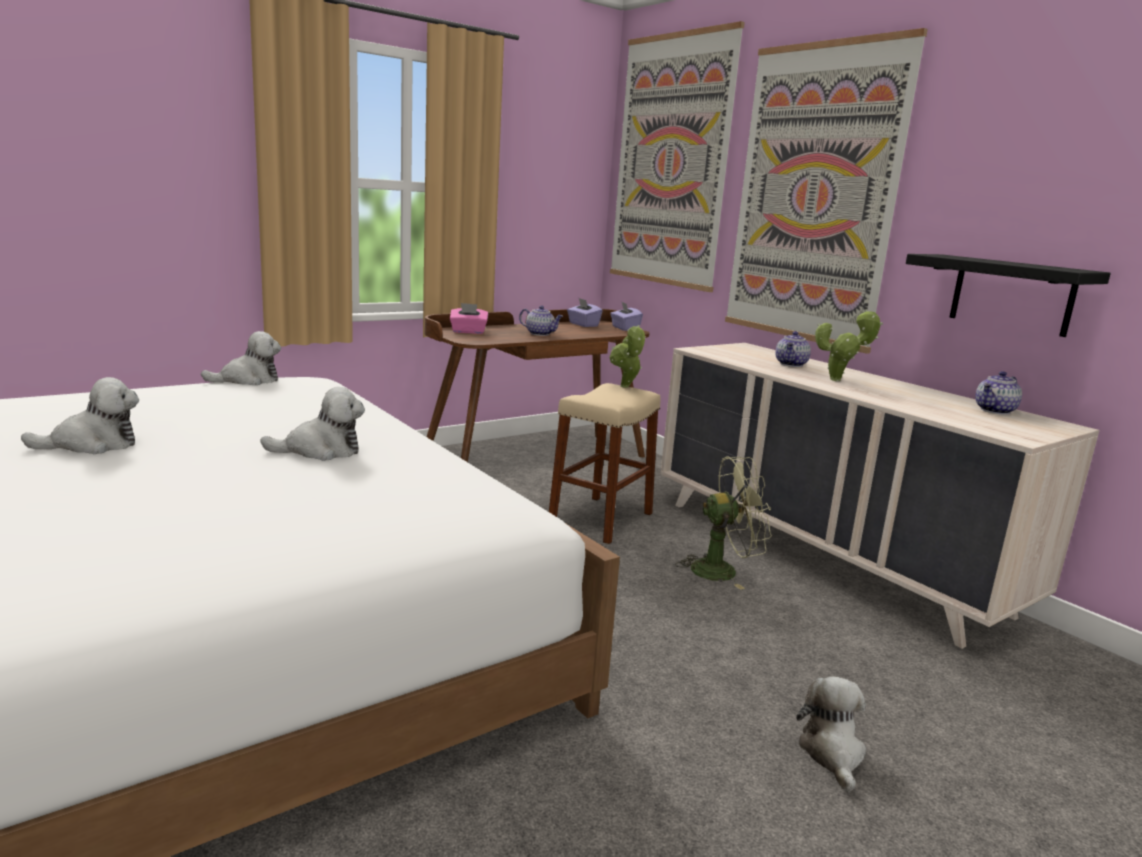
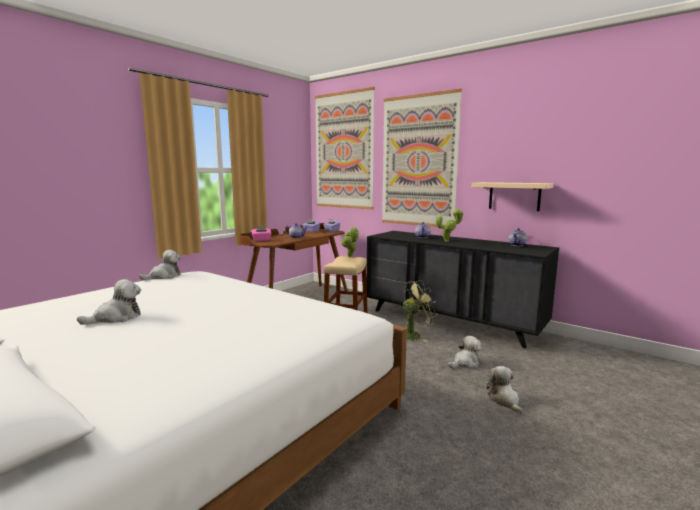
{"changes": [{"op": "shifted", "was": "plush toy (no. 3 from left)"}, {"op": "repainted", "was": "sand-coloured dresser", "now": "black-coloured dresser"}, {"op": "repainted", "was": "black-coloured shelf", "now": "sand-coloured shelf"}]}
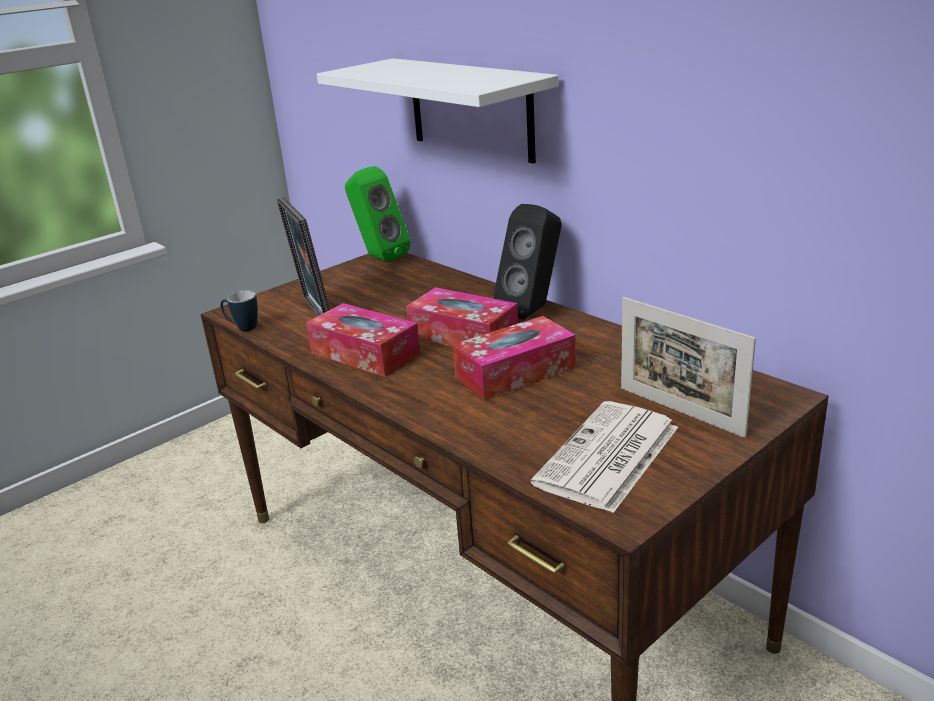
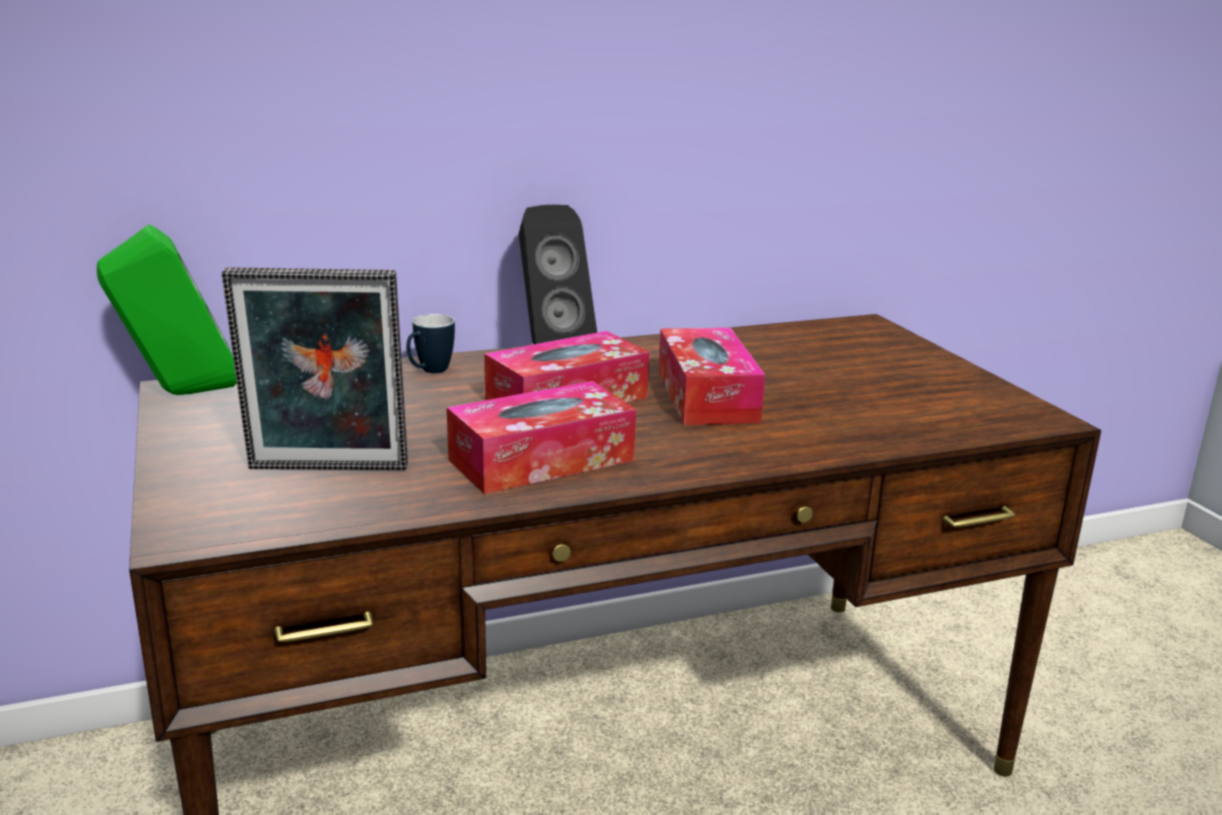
{"changes": [{"op": "gone", "was": "whitish shelf"}, {"op": "gone", "was": "printed paper"}, {"op": "gone", "was": "standing frame (no. 2 from left)"}, {"op": "shifted", "was": "tea mug"}]}
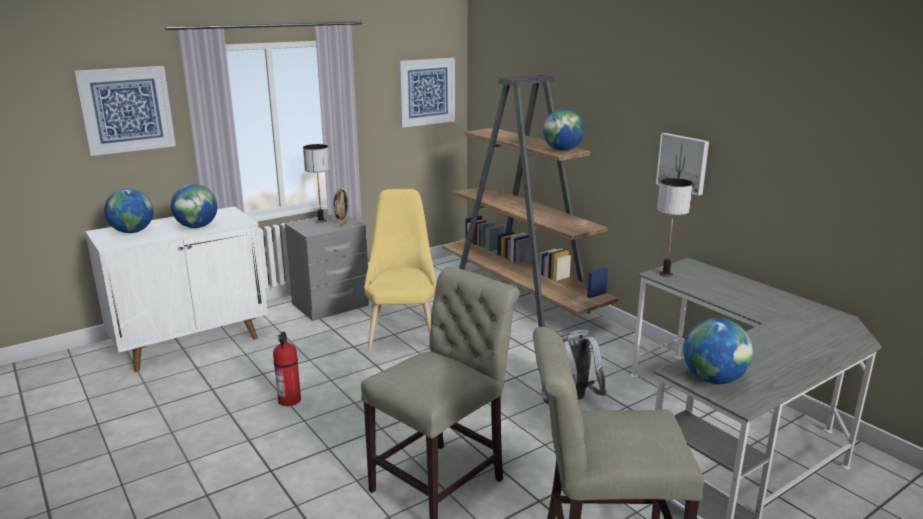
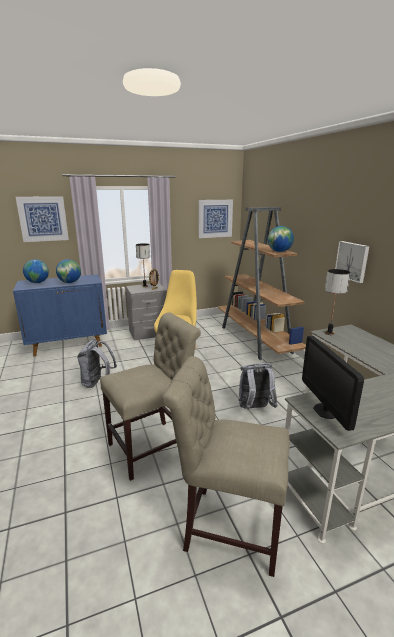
{"changes": [{"op": "swapped", "was": "fire-fighting cylinder", "now": "greyish knapsack (no. 1 from left)"}, {"op": "swapped", "was": "world globe (no. 4 from left)", "now": "computer display"}, {"op": "repainted", "was": "whitish cupboard", "now": "bluish cupboard"}]}
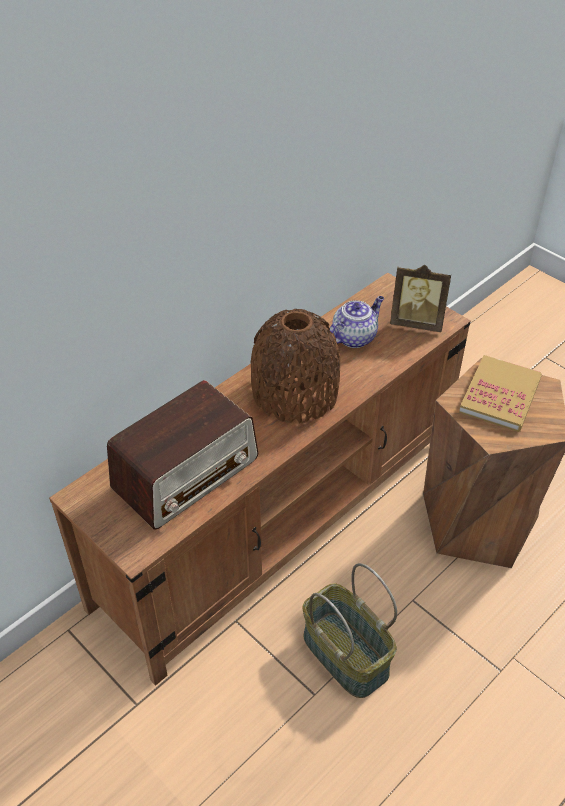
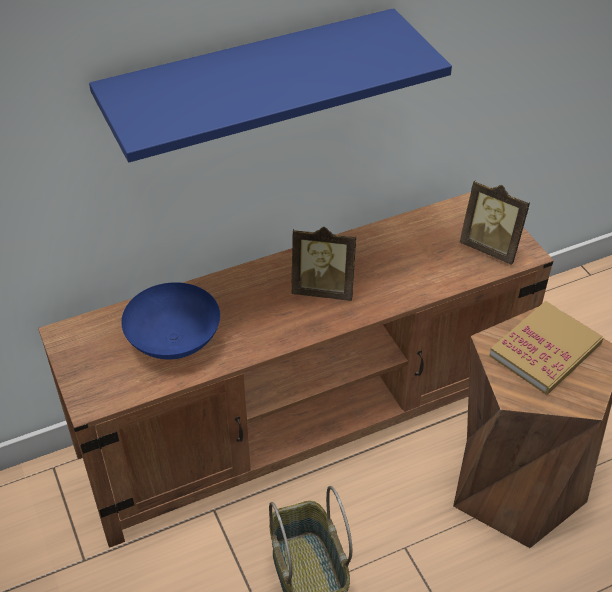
{"changes": [{"op": "gone", "was": "pot for tea"}, {"op": "new", "now": "bluish shelf"}, {"op": "swapped", "was": "radio", "now": "bluish bowl"}, {"op": "swapped", "was": "brownish decorative vase", "now": "standing frame (no. 1 from left)"}]}
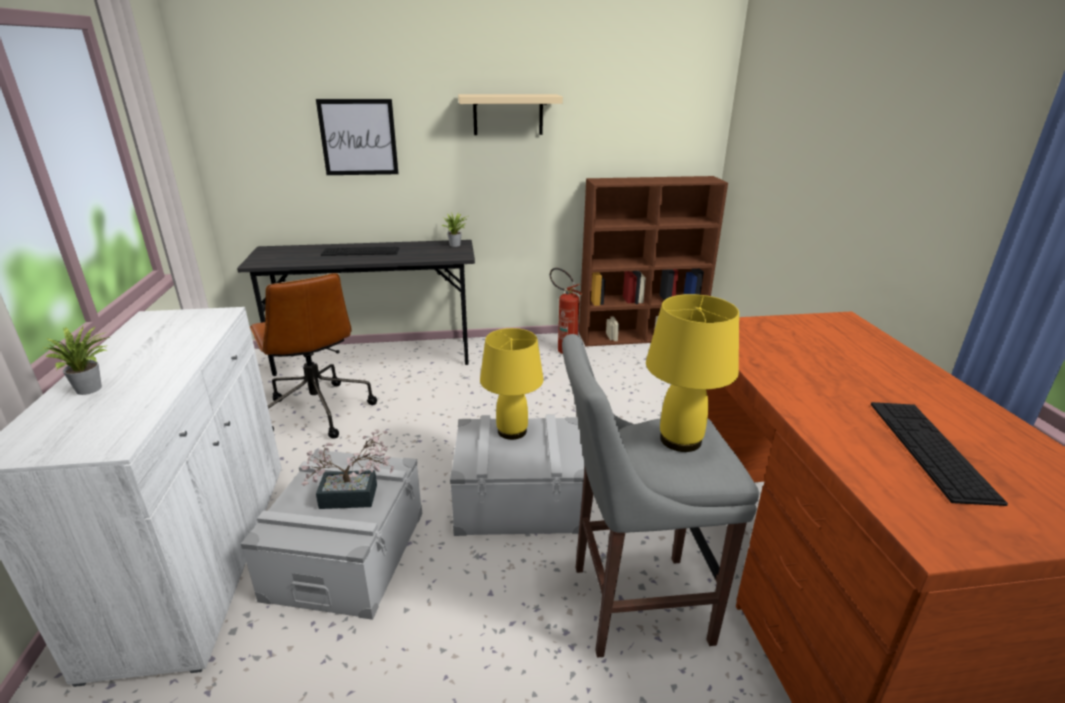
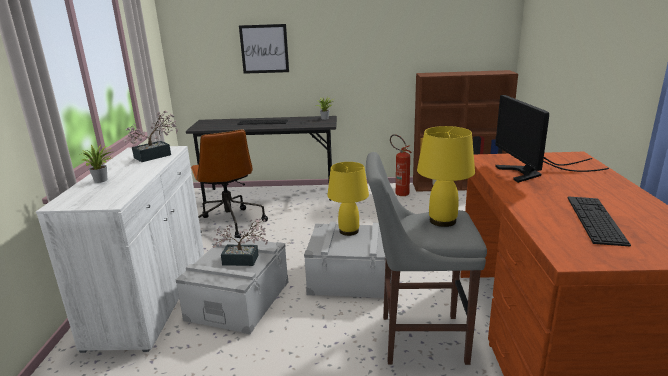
{"changes": [{"op": "gone", "was": "sand-coloured shelf"}, {"op": "new", "now": "plant in a pot (no. 2 from left)"}, {"op": "new", "now": "computer display"}]}
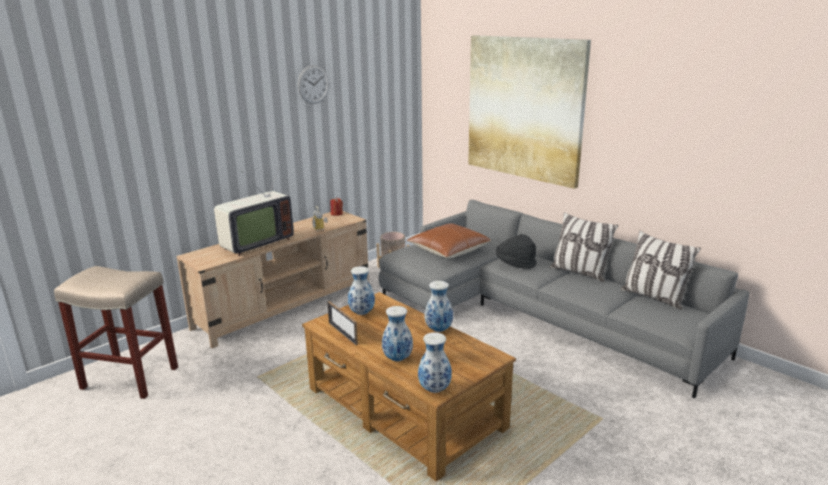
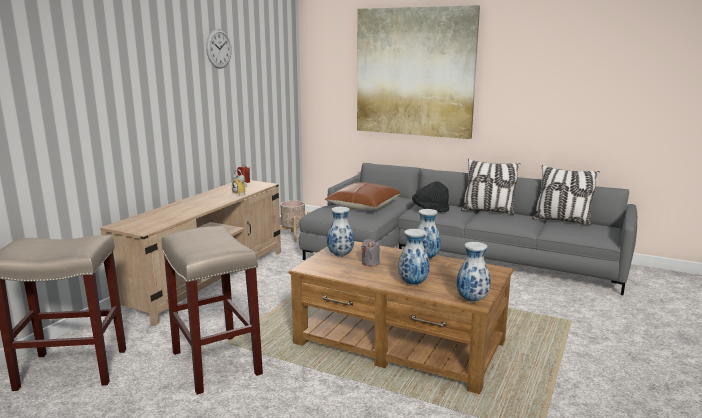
{"changes": [{"op": "gone", "was": "TV set"}, {"op": "gone", "was": "standing frame"}, {"op": "new", "now": "sand-coloured stool seat (no. 2 from left)"}, {"op": "new", "now": "greyish candle"}]}
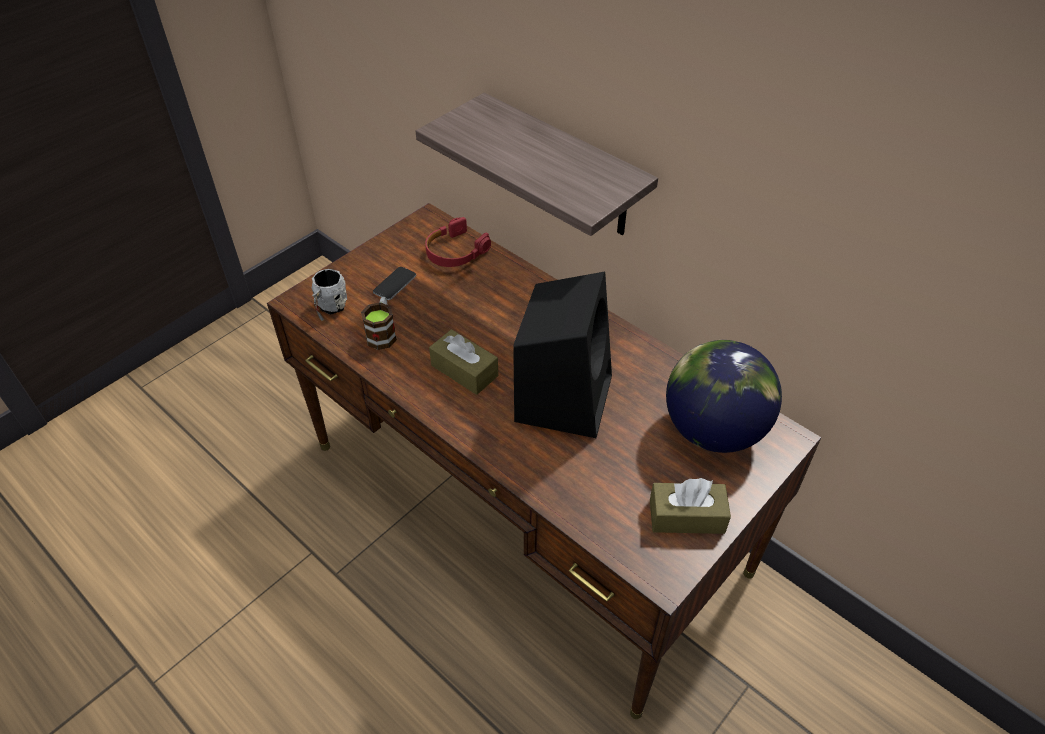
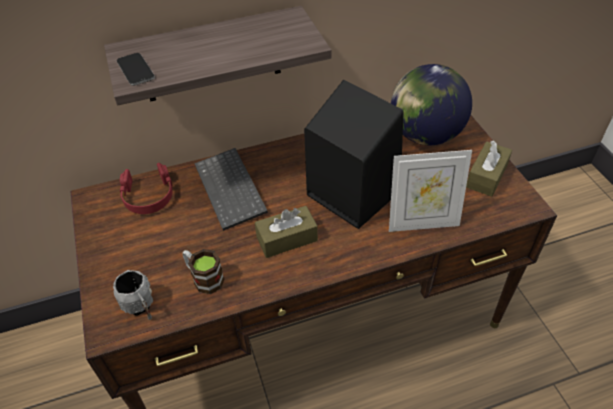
{"changes": [{"op": "new", "now": "PC keyboard"}, {"op": "new", "now": "standing frame"}, {"op": "shifted", "was": "handset"}]}
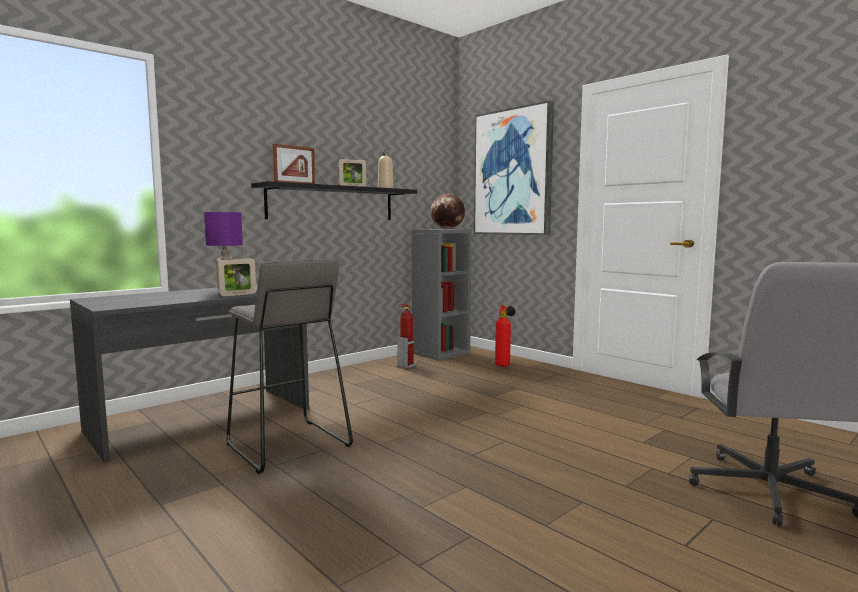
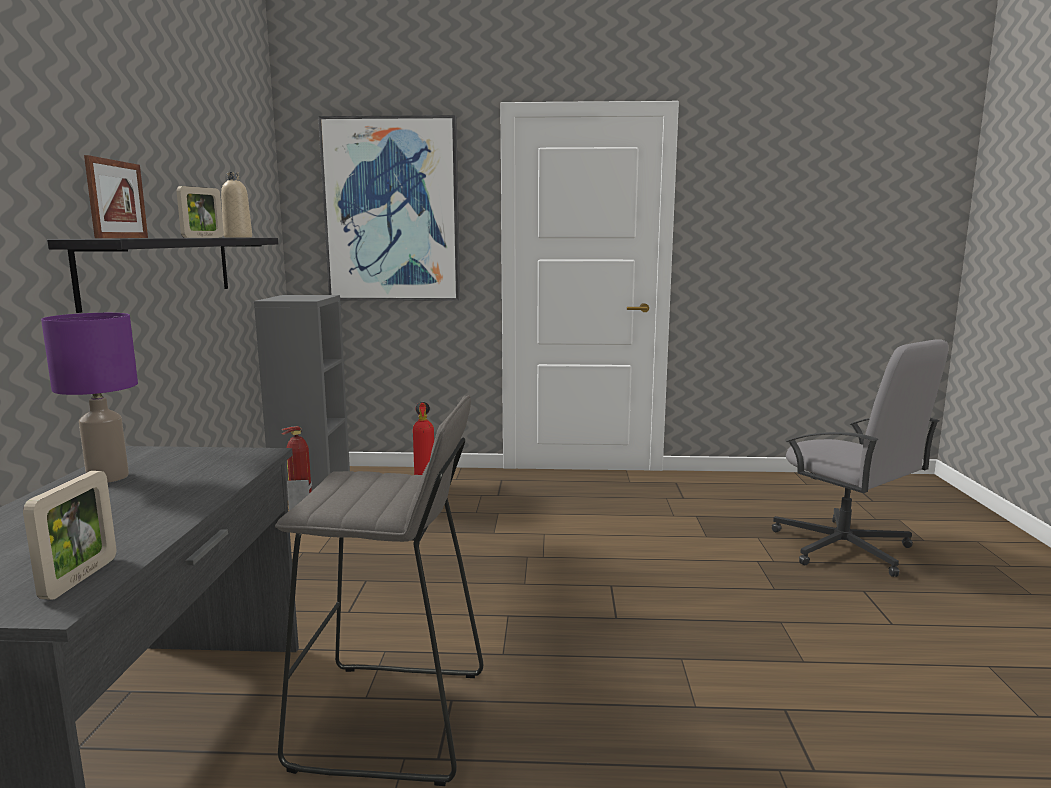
{"changes": [{"op": "gone", "was": "world globe"}, {"op": "shifted", "was": "standing frame (no. 1 from left)"}]}
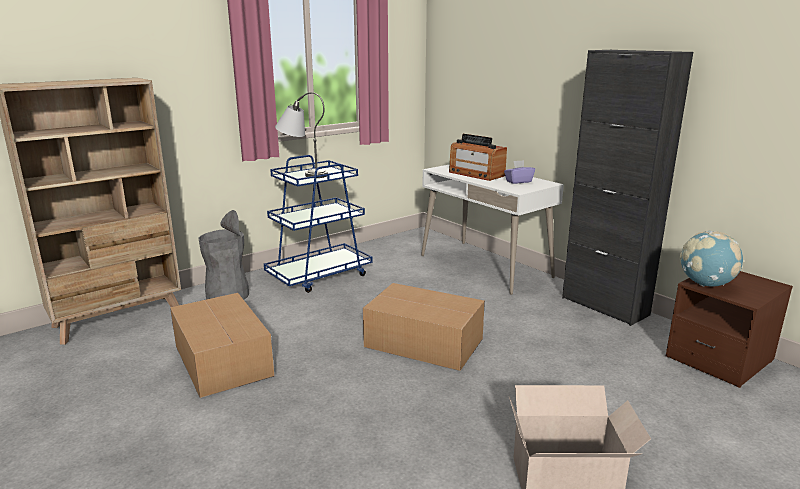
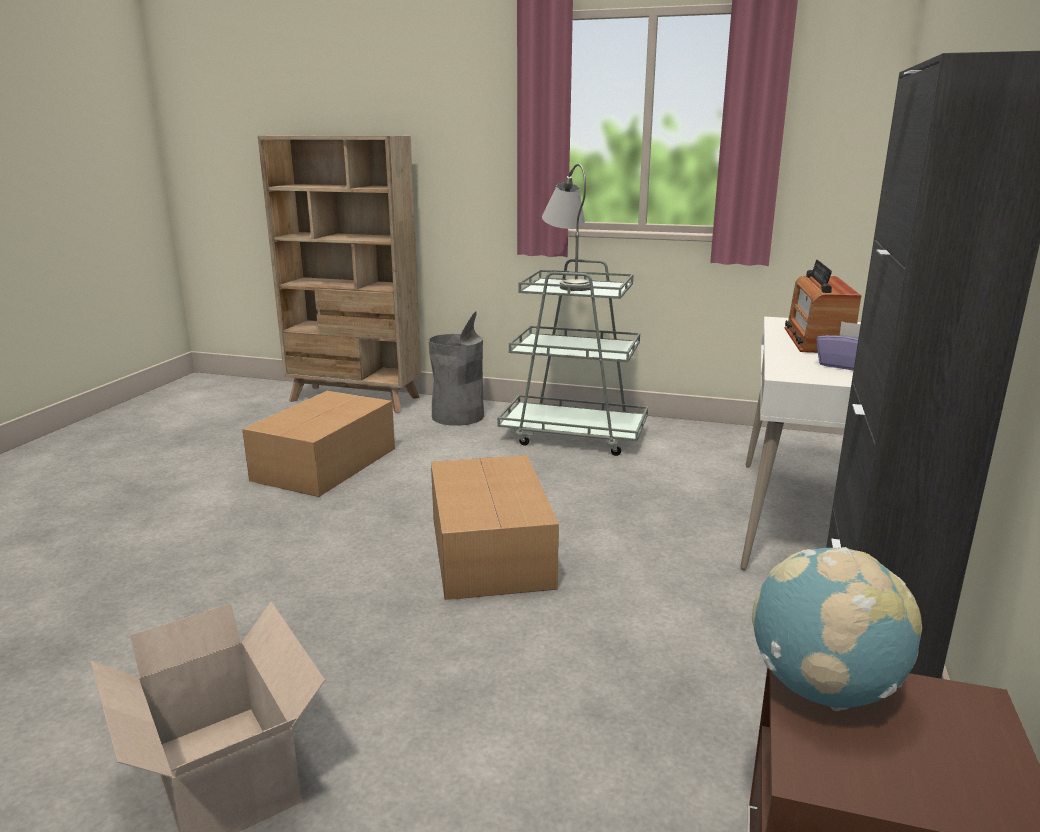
{"changes": [{"op": "repainted", "was": "bluish trolley", "now": "greyish trolley"}]}
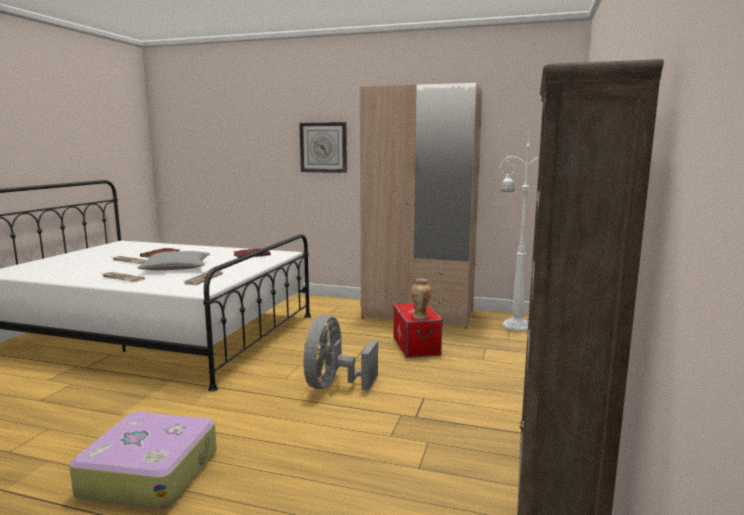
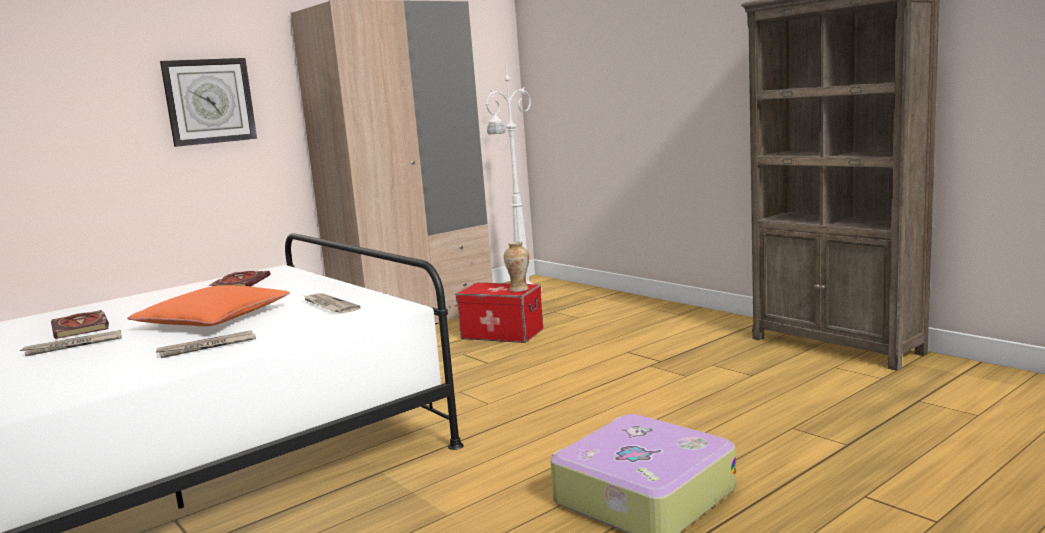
{"changes": [{"op": "gone", "was": "greyish cooling fan"}, {"op": "repainted", "was": "greyish throw pillow", "now": "orange throw pillow"}]}
